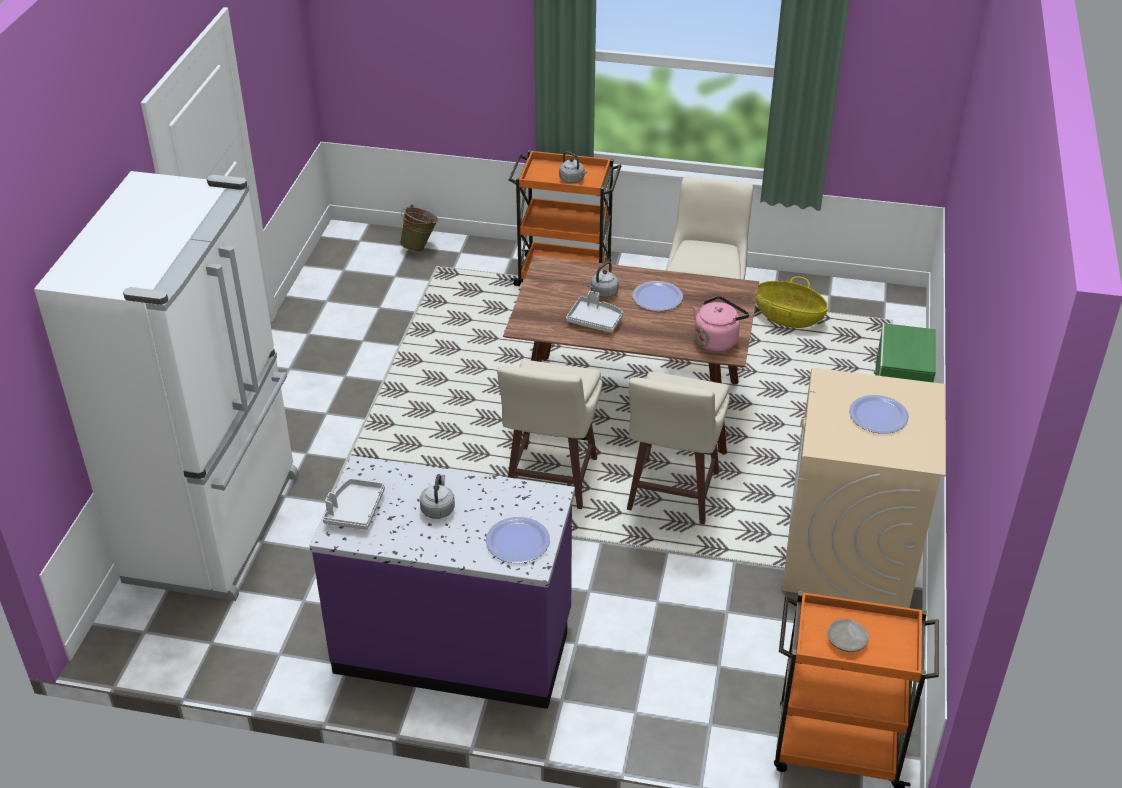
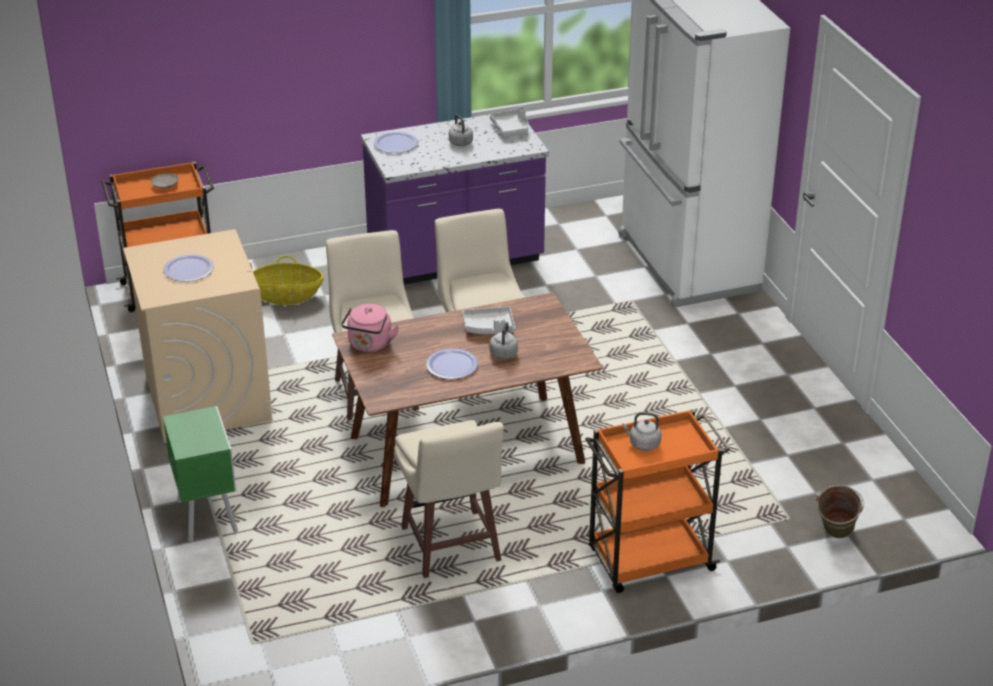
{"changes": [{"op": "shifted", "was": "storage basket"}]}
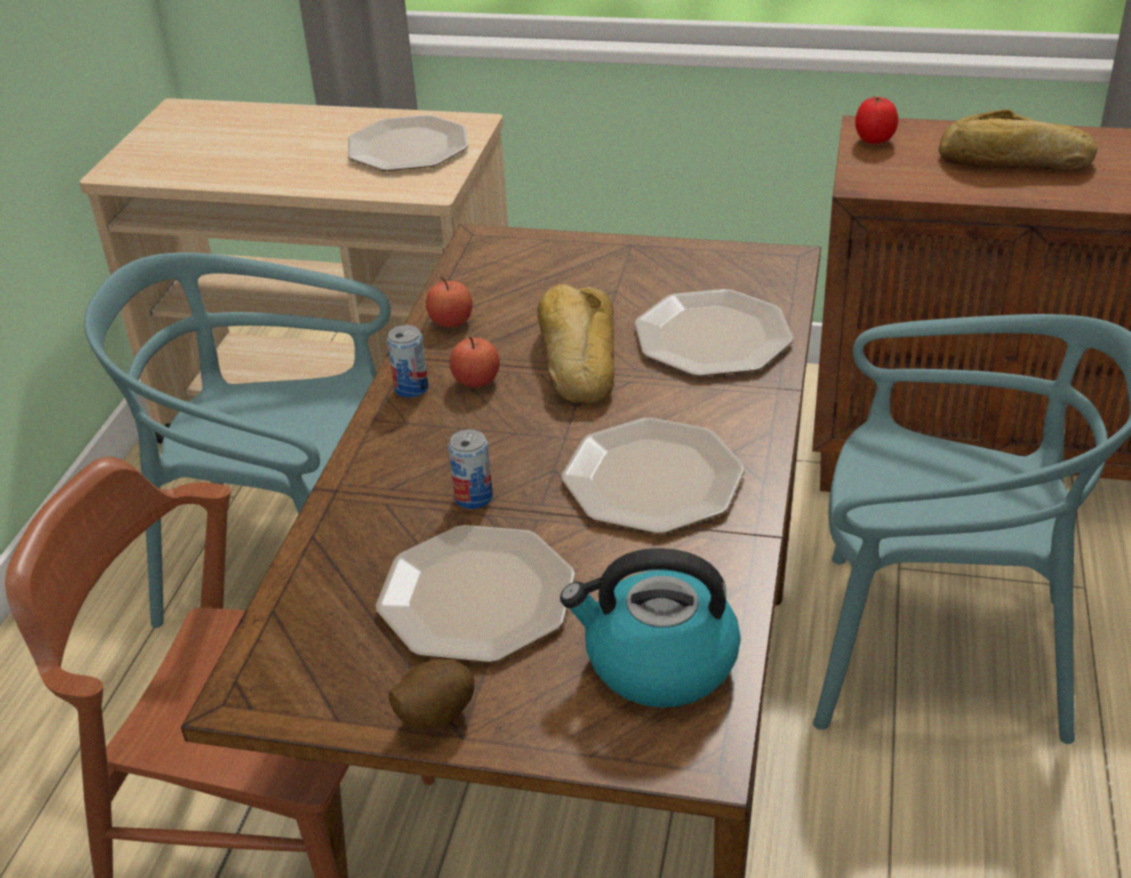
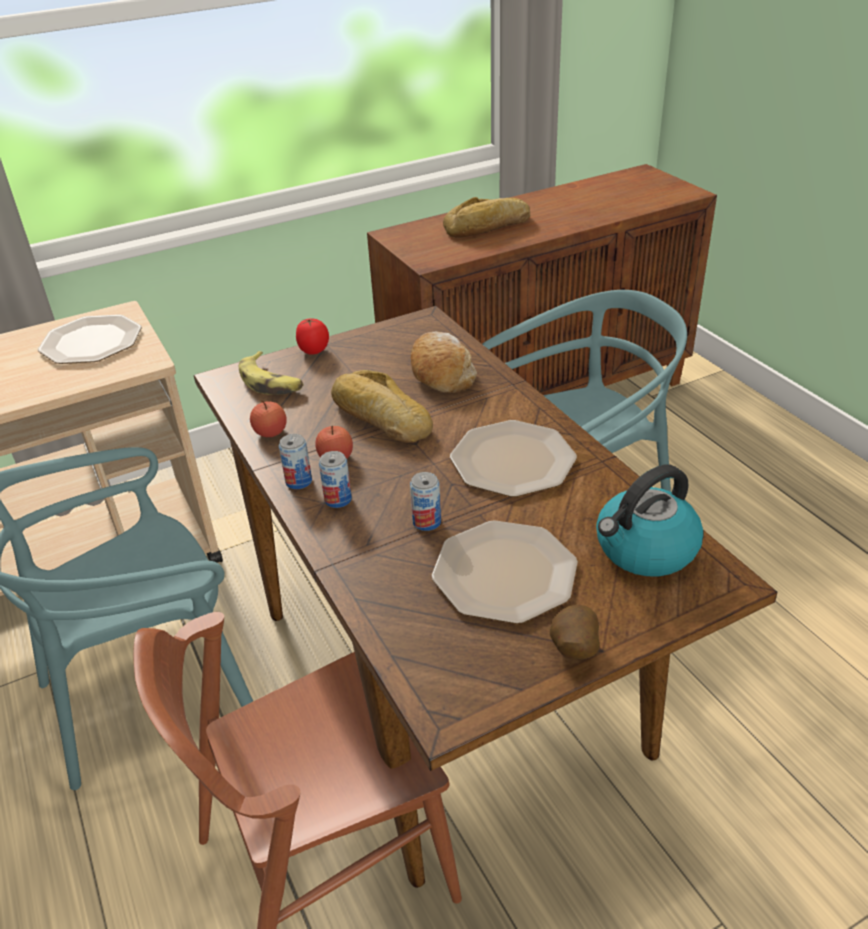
{"changes": [{"op": "new", "now": "banana"}, {"op": "new", "now": "can (no. 2 from left)"}, {"op": "shifted", "was": "tomato"}, {"op": "swapped", "was": "plate (no. 4 from left)", "now": "baked bread (no. 2 from left)"}]}
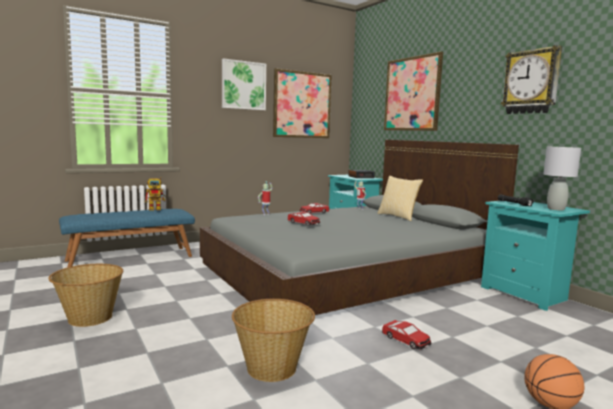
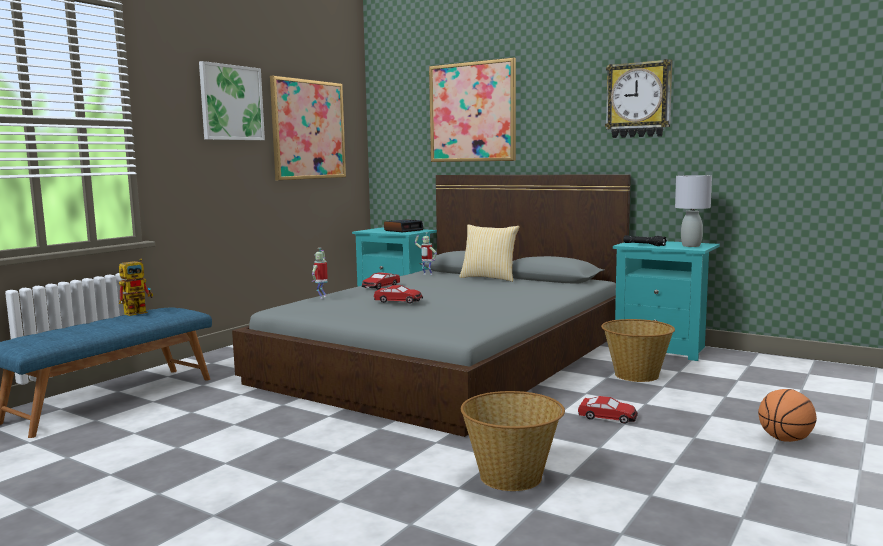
{"changes": [{"op": "shifted", "was": "storage basket (no. 1 from left in the first image)", "now": "storage basket (no. 2 from left)"}]}
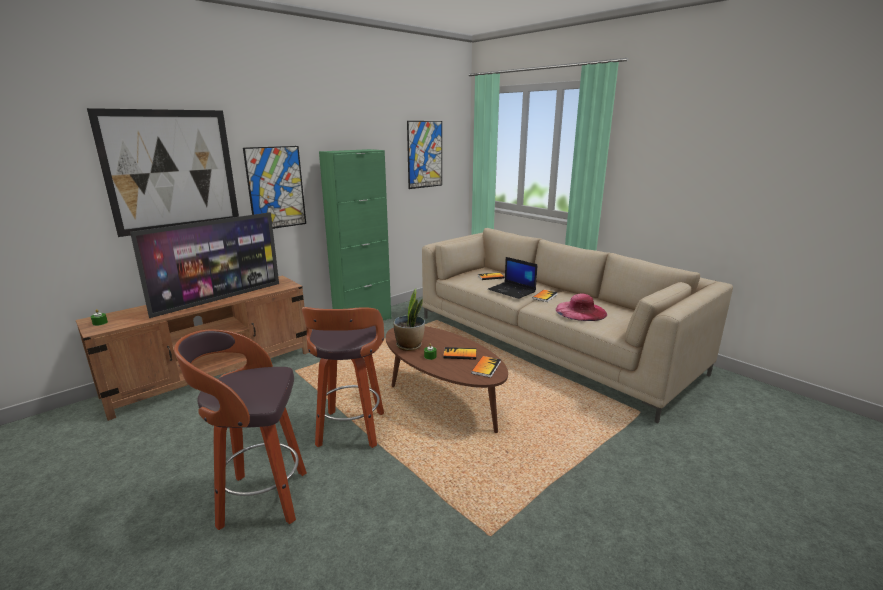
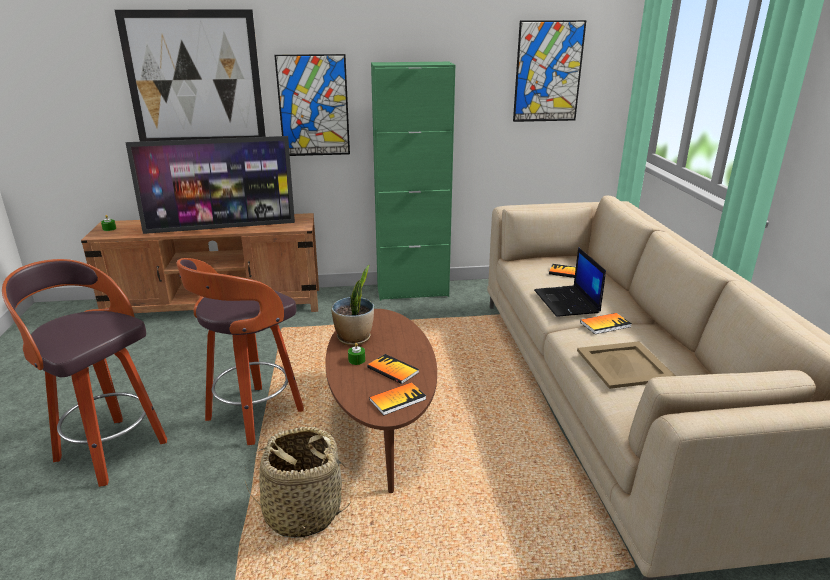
{"changes": [{"op": "new", "now": "storage basket"}, {"op": "swapped", "was": "pinkish hat", "now": "sand-coloured serving tray"}]}
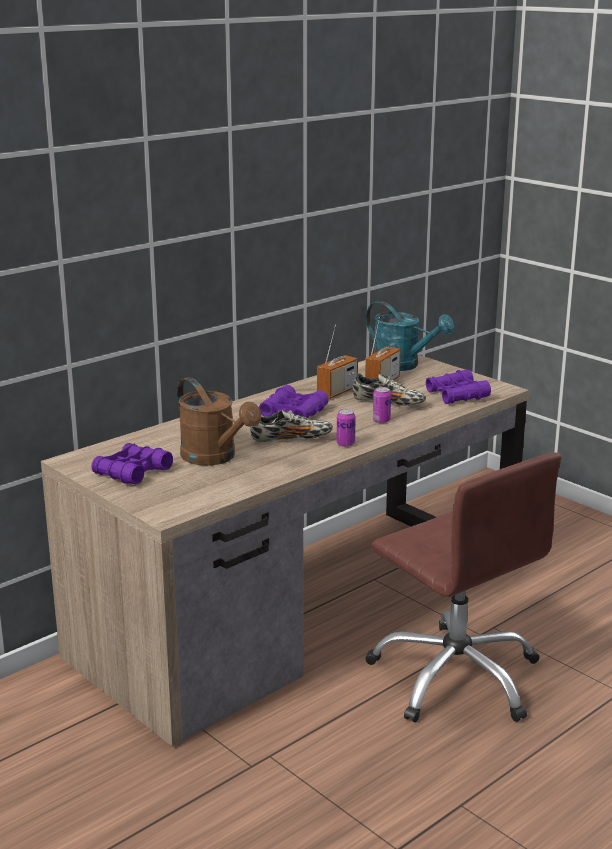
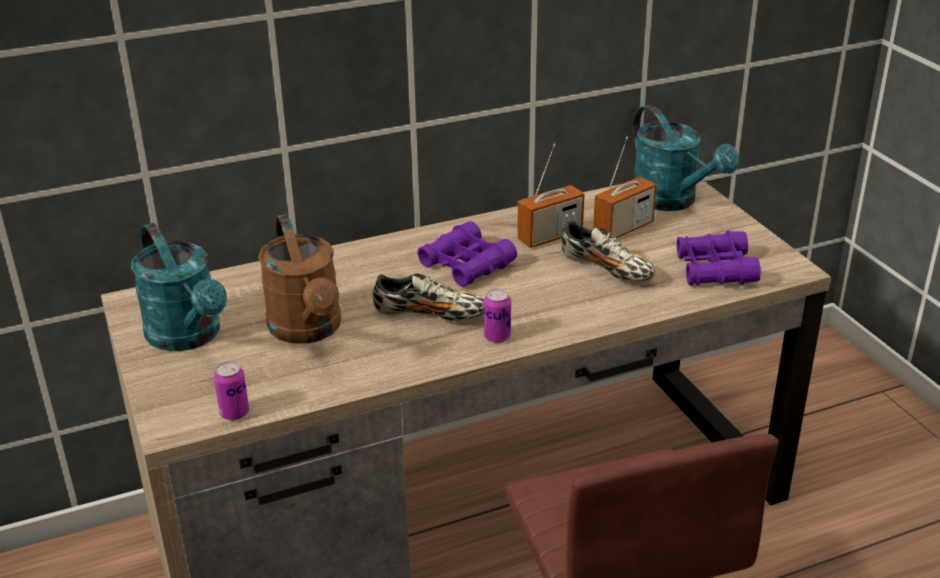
{"changes": [{"op": "shifted", "was": "can (no. 2 from left in the first image)", "now": "can (no. 1 from left)"}, {"op": "swapped", "was": "purple pair of binoculars (no. 1 from left)", "now": "turquoise watering can (no. 1 from left)"}]}
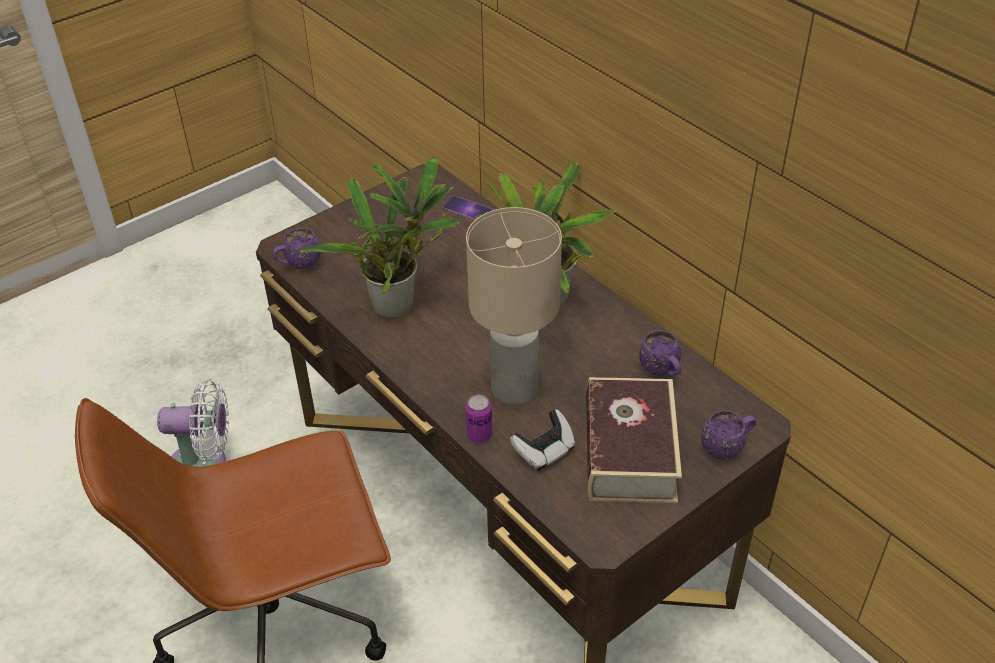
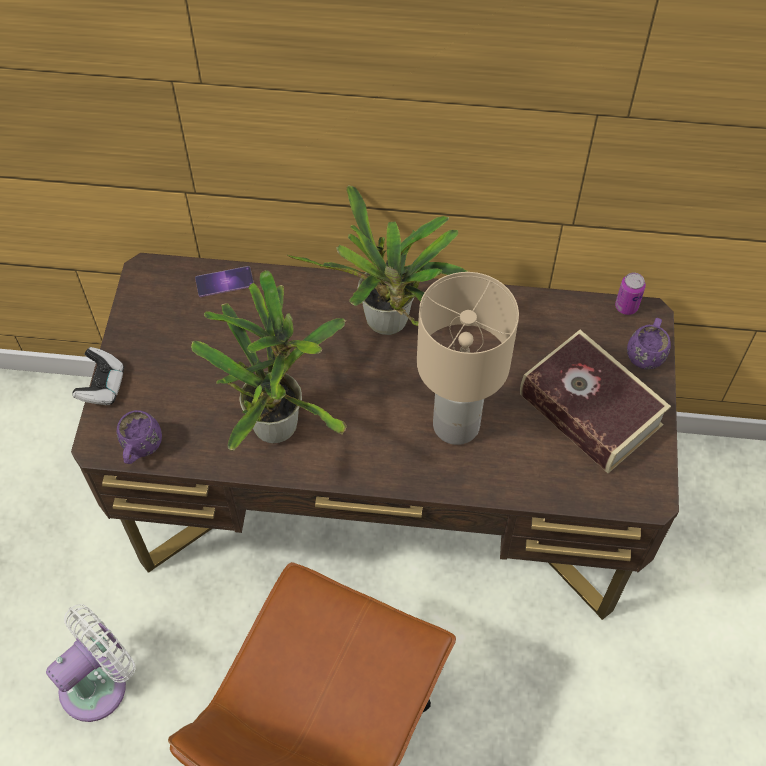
{"changes": [{"op": "gone", "was": "purple tea mug (no. 2 from left)"}, {"op": "shifted", "was": "can"}, {"op": "shifted", "was": "gamepad"}]}
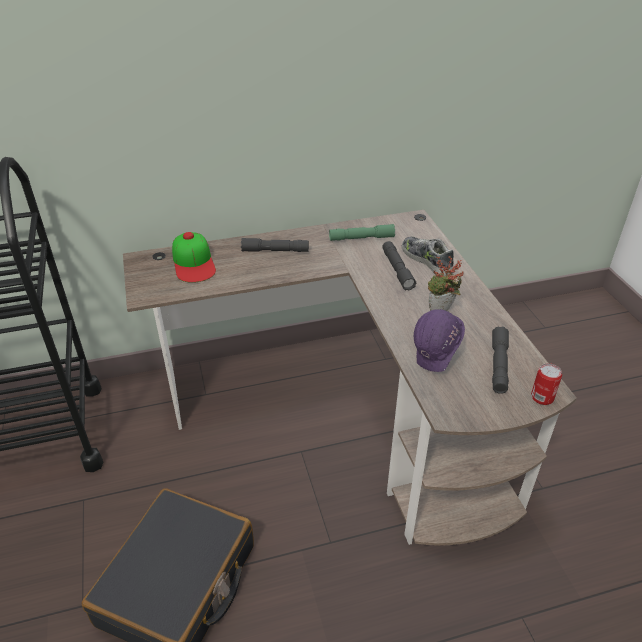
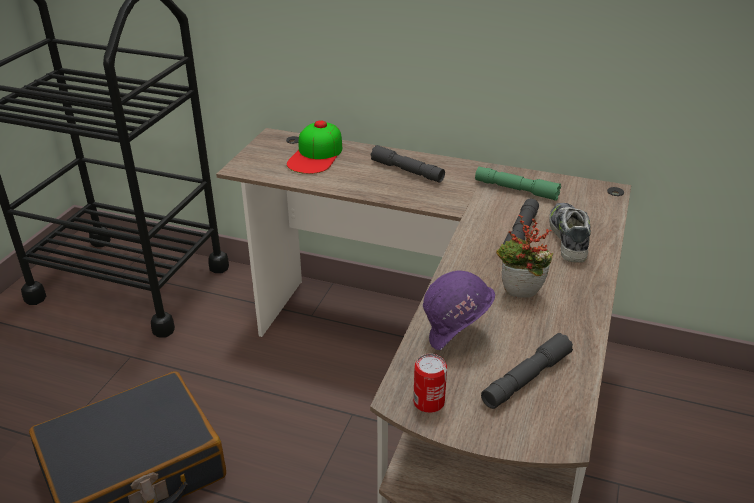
{"changes": [{"op": "shifted", "was": "can"}]}
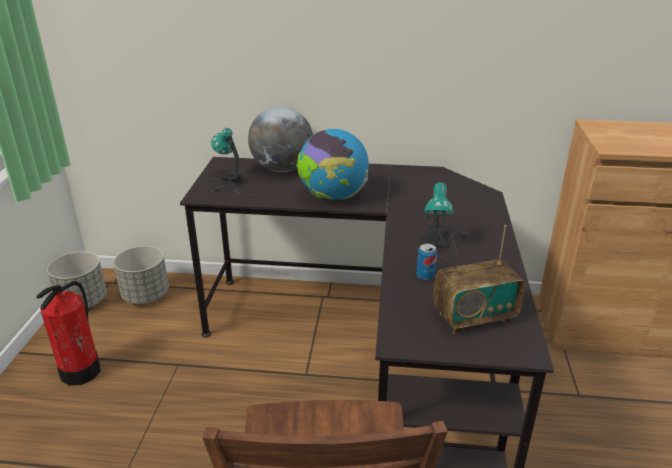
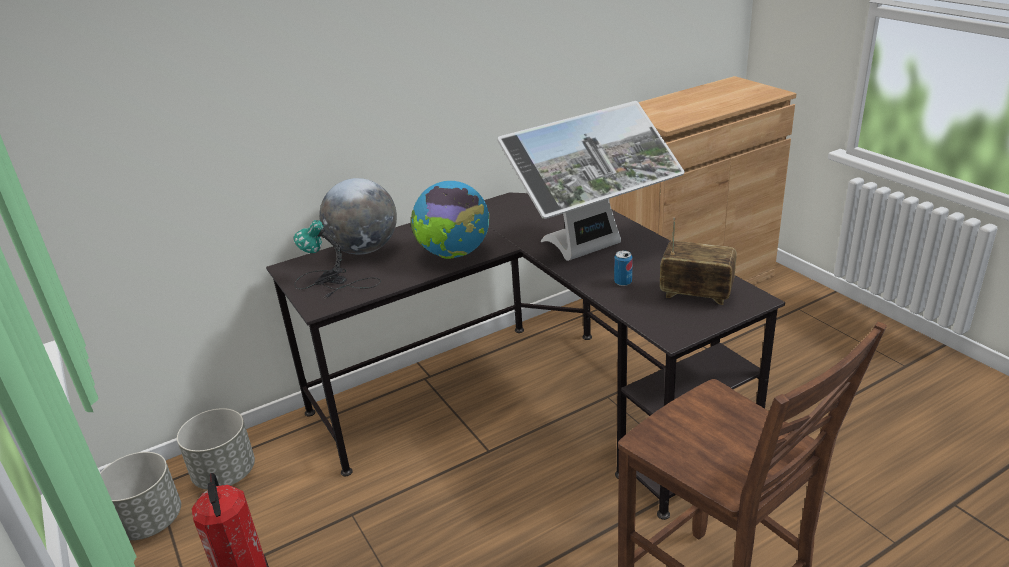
{"changes": [{"op": "swapped", "was": "tabletop lamp (no. 2 from left)", "now": "computer display"}, {"op": "rotated", "was": "radio", "clockwise": -105}]}
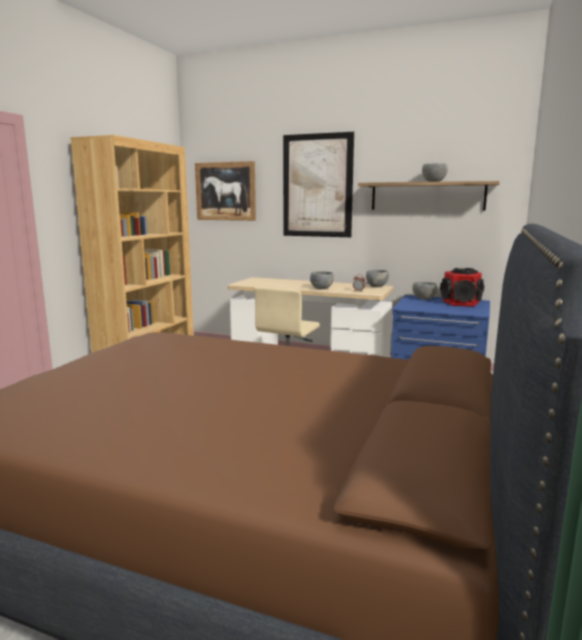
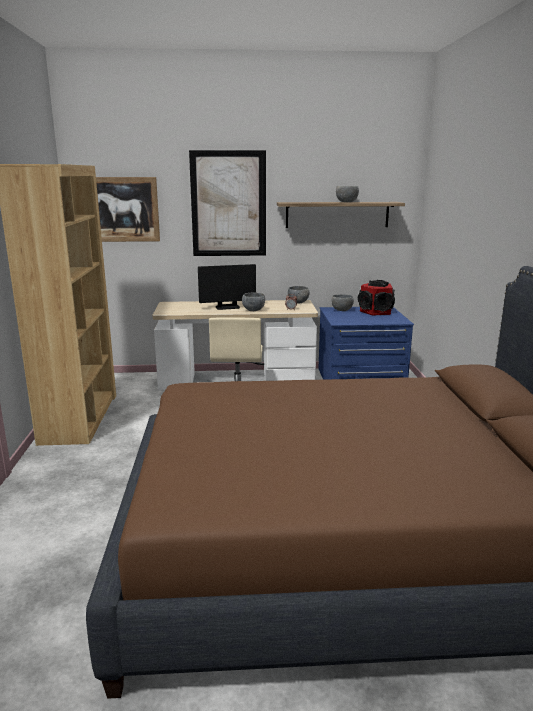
{"changes": [{"op": "new", "now": "computer display"}]}
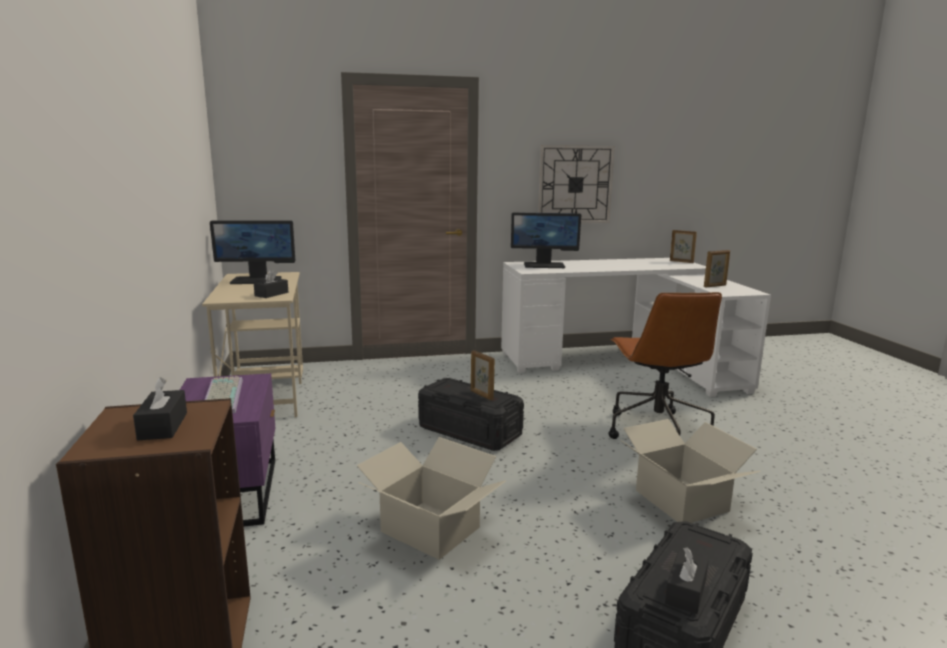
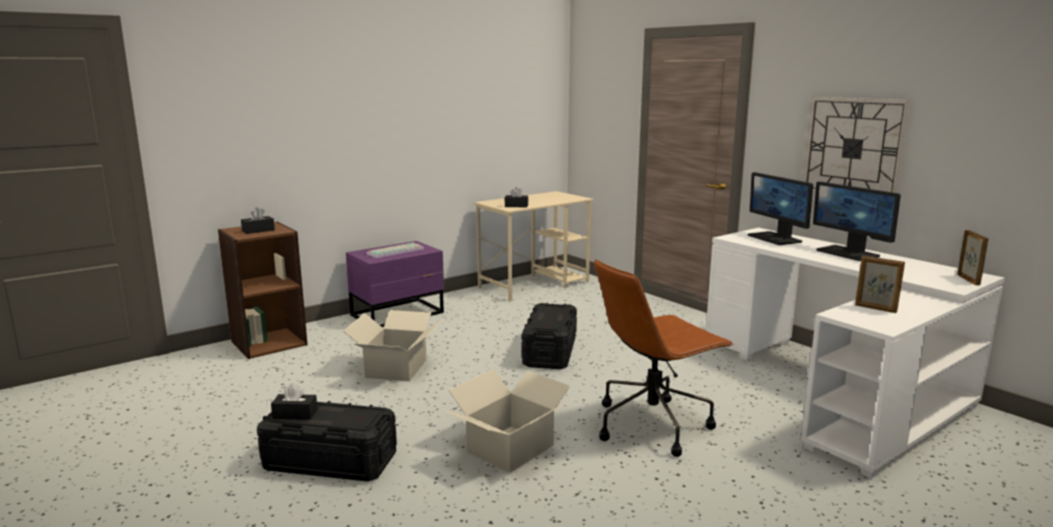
{"changes": [{"op": "gone", "was": "standing frame (no. 1 from left)"}, {"op": "shifted", "was": "computer display (no. 1 from left in the first image)", "now": "computer display (no. 2 from left)"}]}
